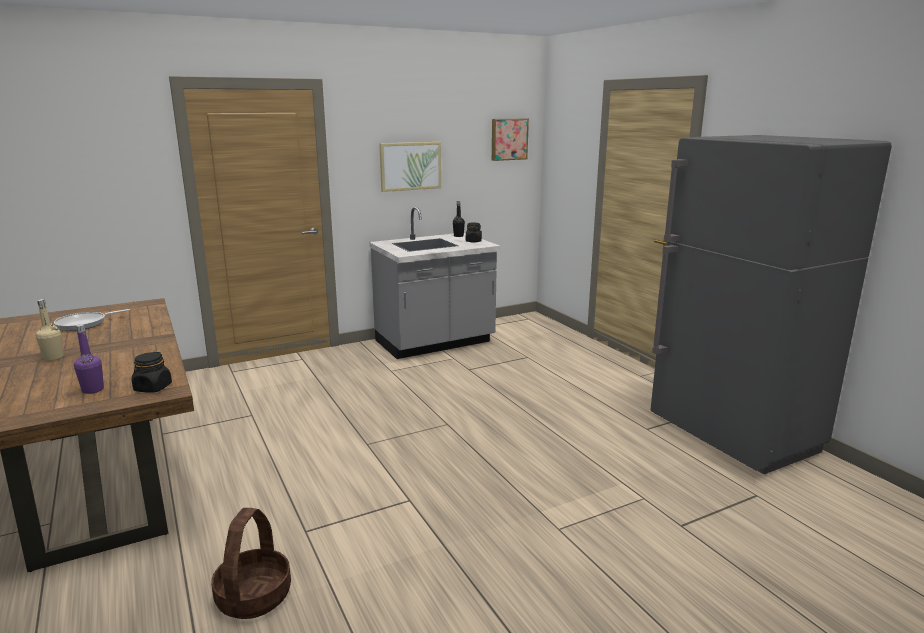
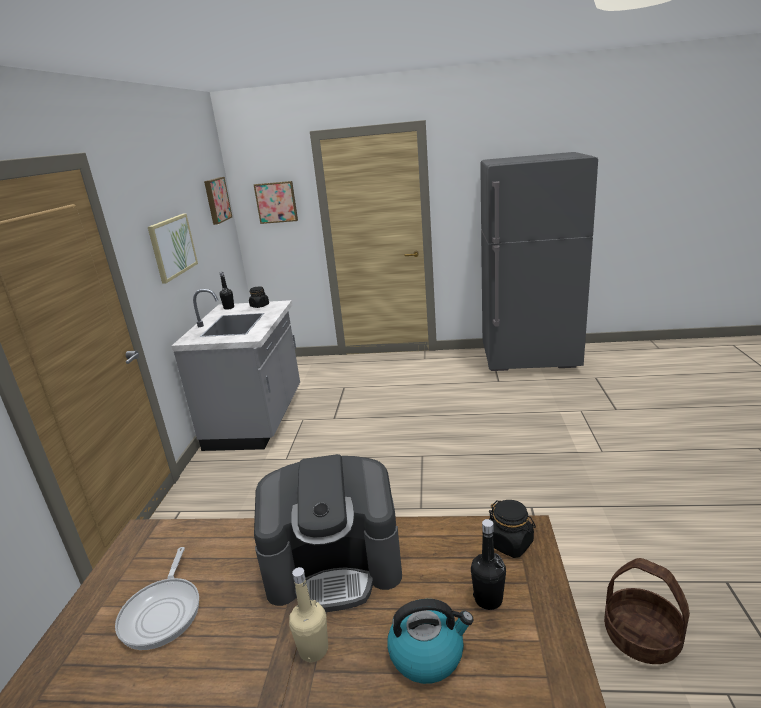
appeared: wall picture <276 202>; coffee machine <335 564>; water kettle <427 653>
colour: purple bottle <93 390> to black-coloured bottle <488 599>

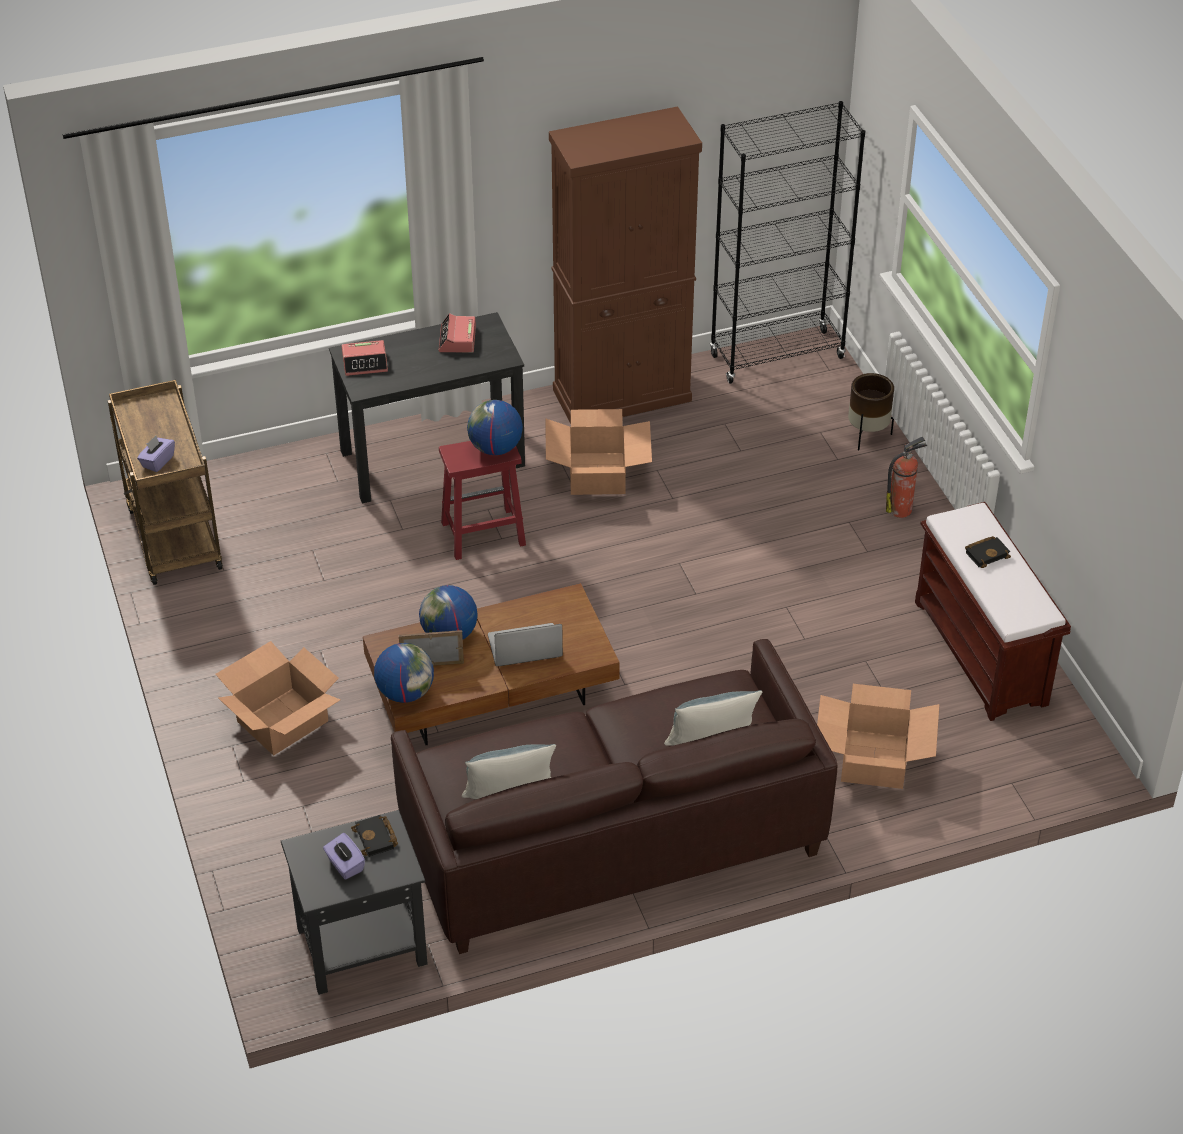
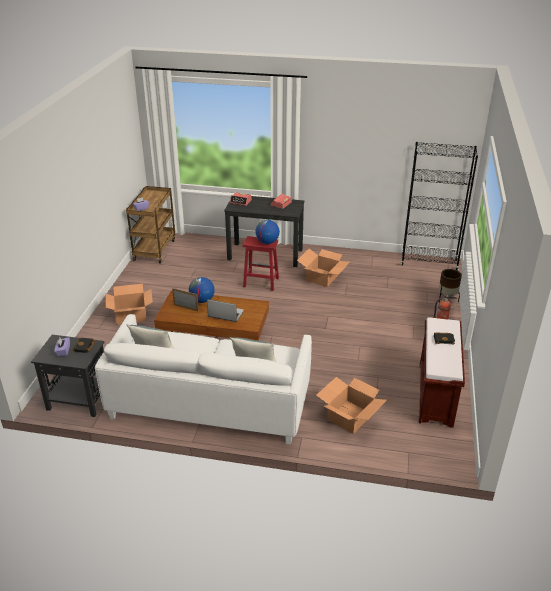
missing: world globe <405 692>; brown storage cabinet <622 395>
colour: brown sofa <610 838> to whitish sofa <209 401>

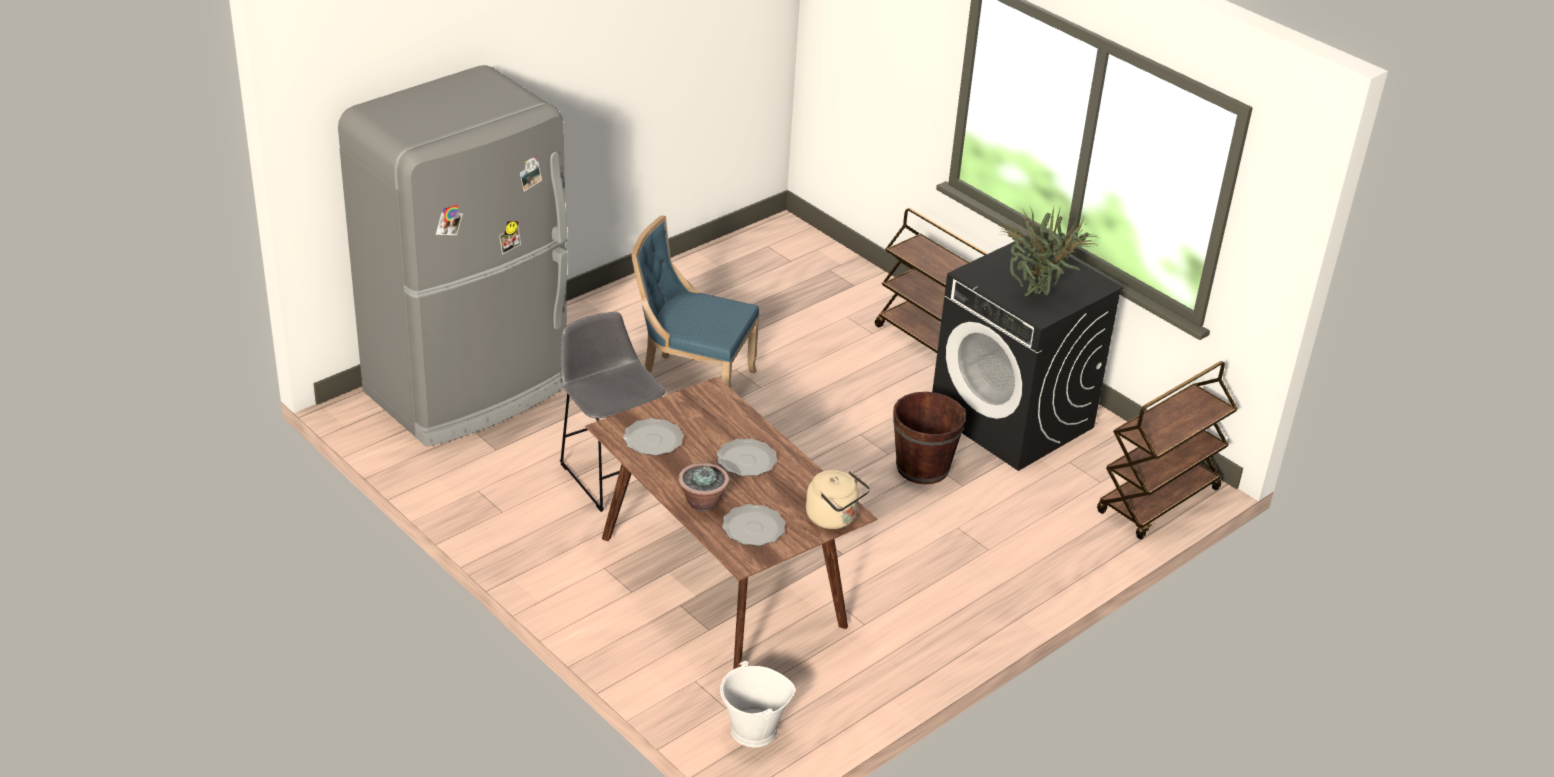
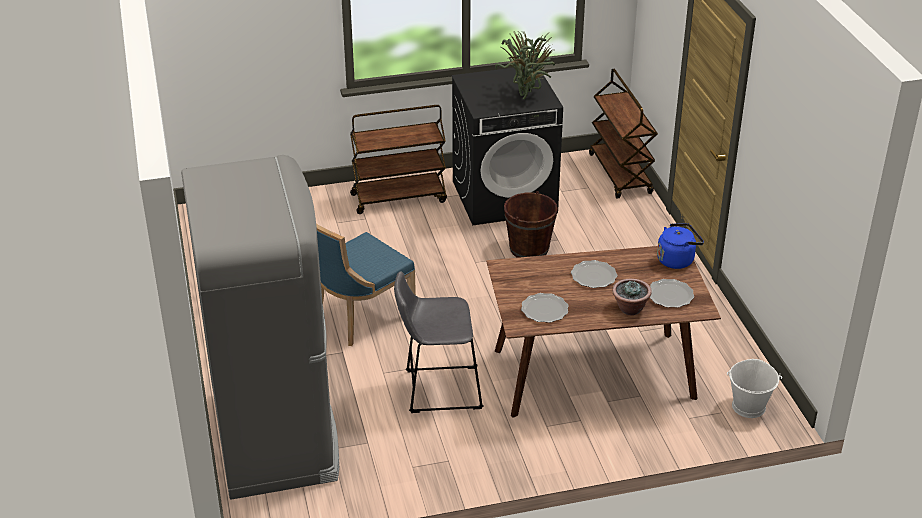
colour: beige-coloured water kettle <834 518> to bluish water kettle <677 259>

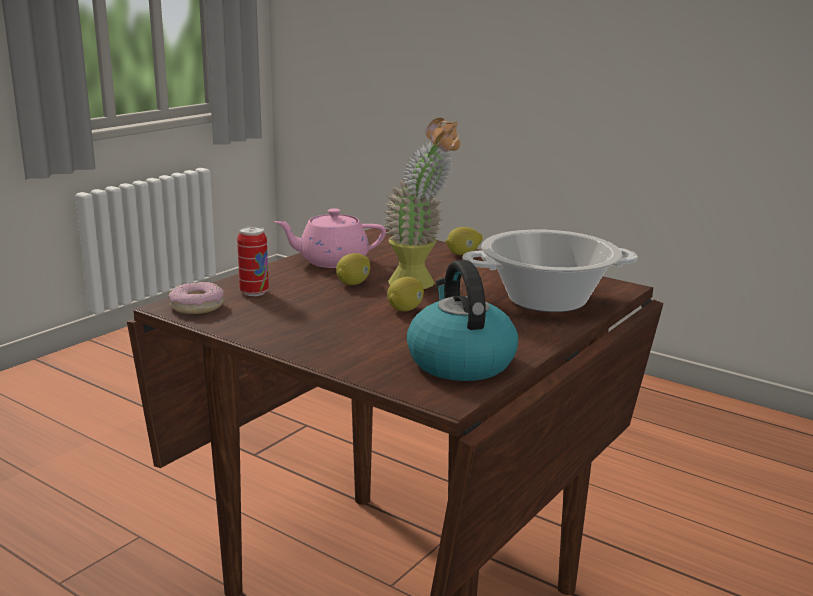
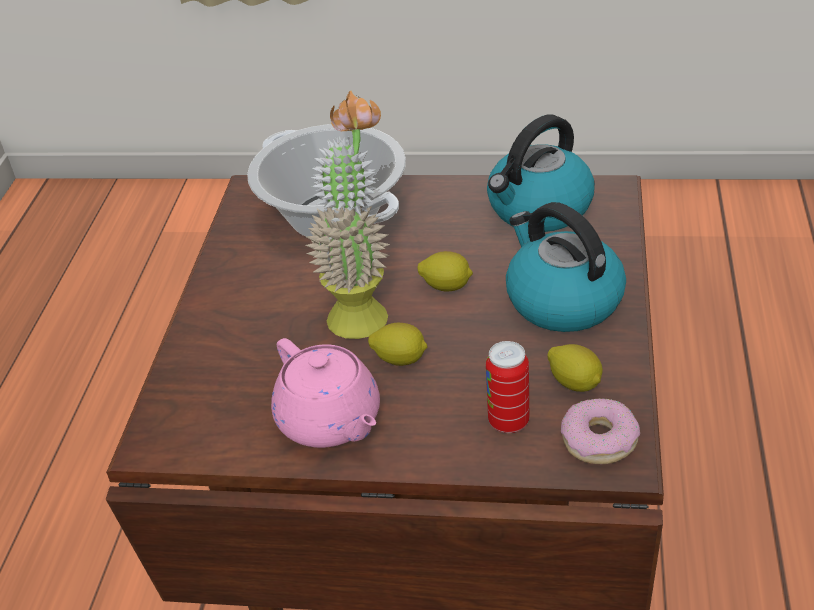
appeared: water kettle <562 300>
relocated: citrus fruit <463 254> to <575 383>

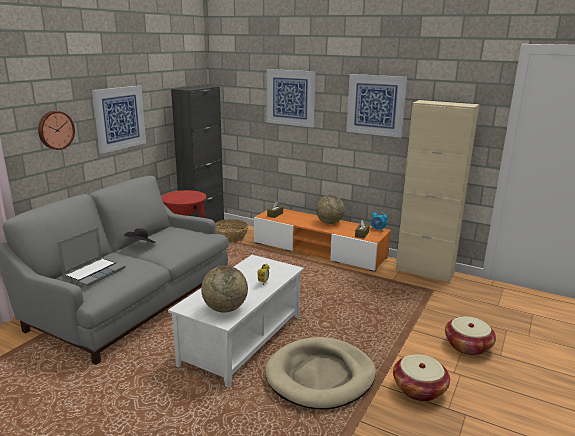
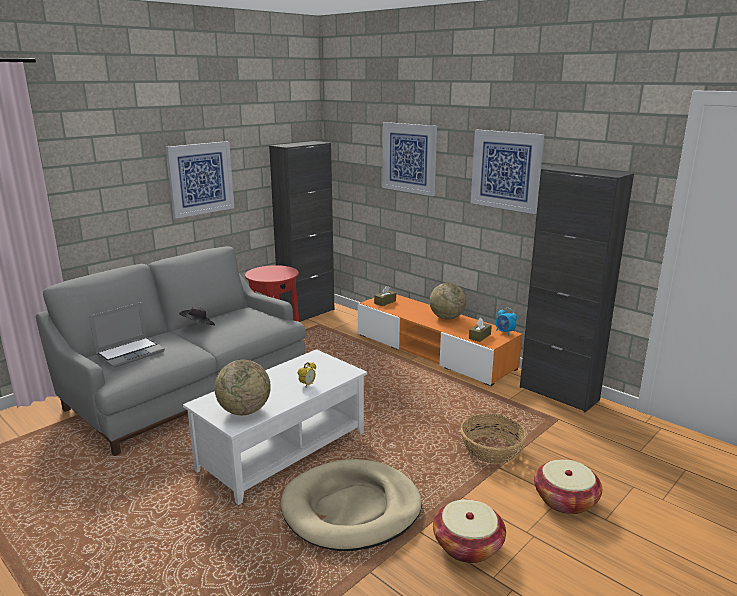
missing: clock on the wall <55 130>
relocated: basket <230 237> to <491 450>
colour: beige-coloured storage cabinet <424 272> to black-coloured storage cabinet <558 393>

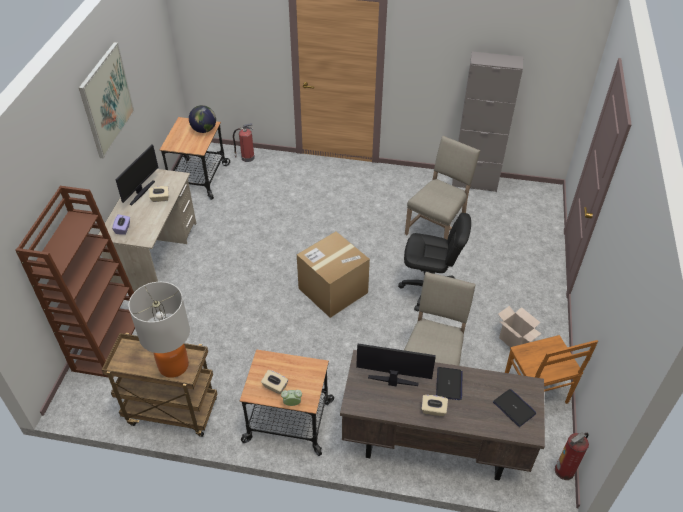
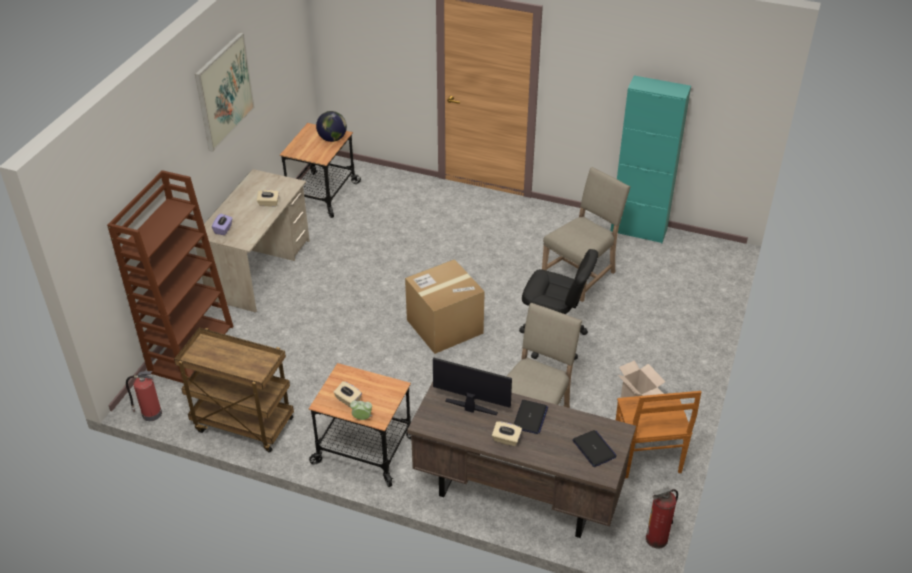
missing: monitor <141 192>; lamp for a table <173 366>
relocated: fire-fighting cylinder <247 158> to <150 414>
colour: grey storage cabinet <474 183> to blue-green storage cabinet <638 230>

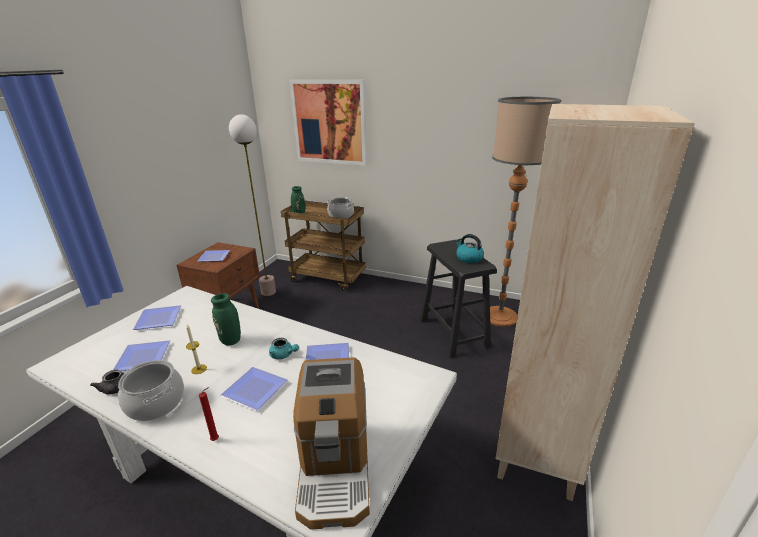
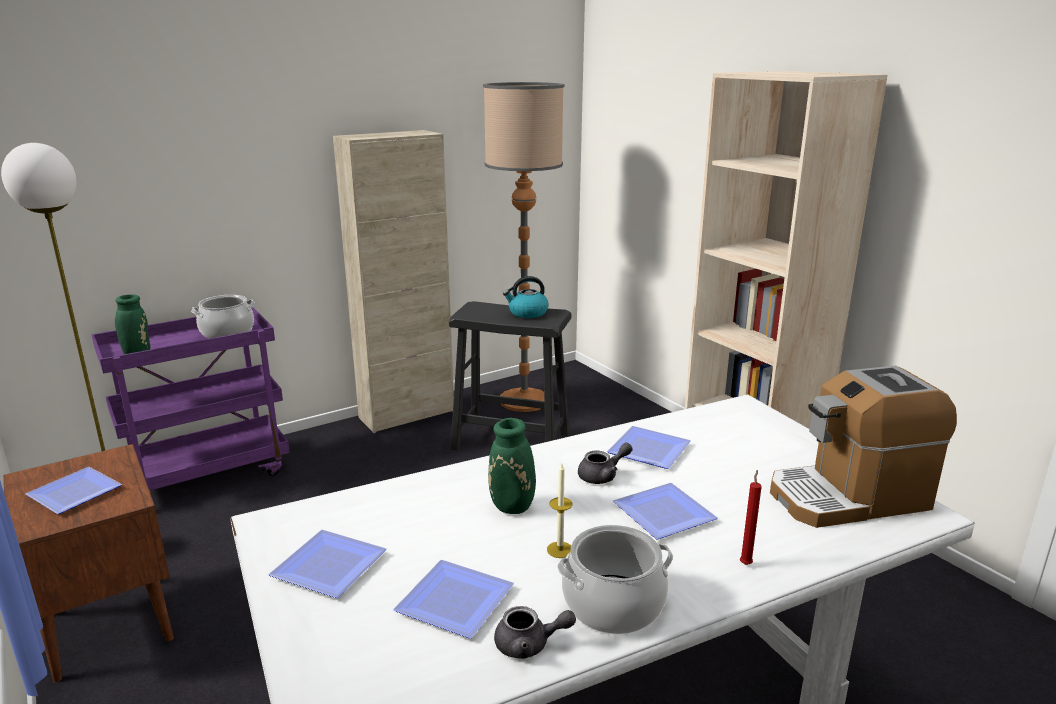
missing: wall picture <329 122>
appeared: beige-coloured storage cabinet <407 414>
colour: blue-green pot for tea <283 355> to grey pot for tea <603 476>; brown wheeled cart <329 278> to purple wheeled cart <209 474>
spun: coffee machine <335 468> = <849 497> 135 degrees clockwise

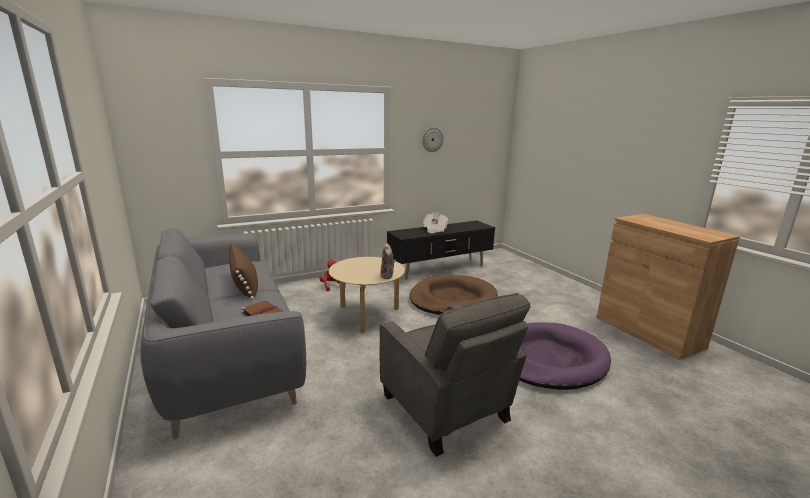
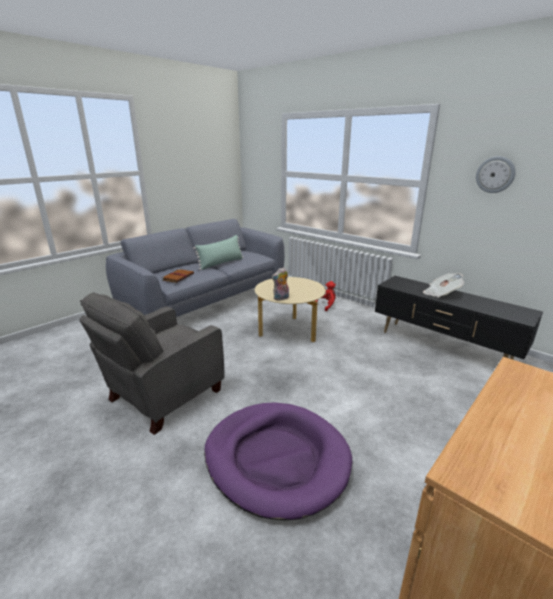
missing: brown dog cushion <452 299>
colour: brown throw pillow <244 285> to green-coloured throw pillow <221 263>

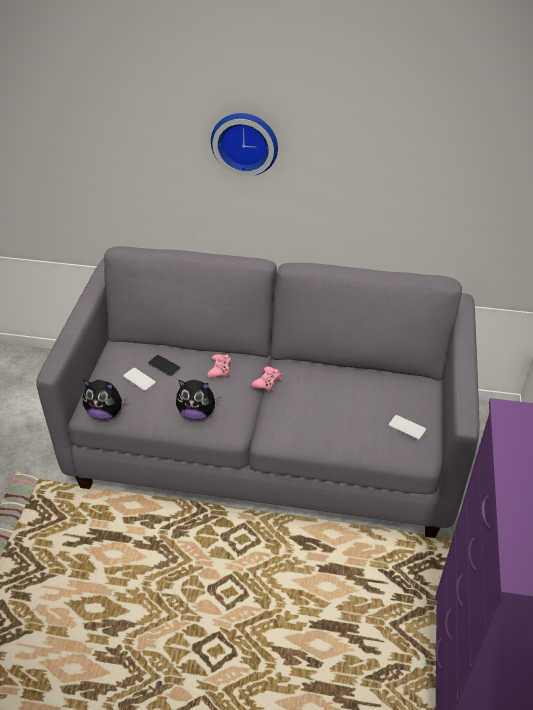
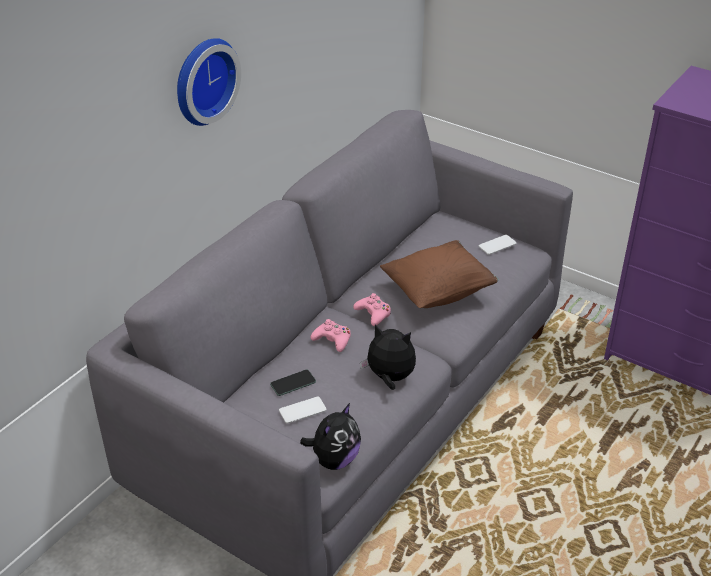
appeared: brown throw pillow <438 292>
spun: soft toy <197 413> = <389 378> 105 degrees counterclockwise

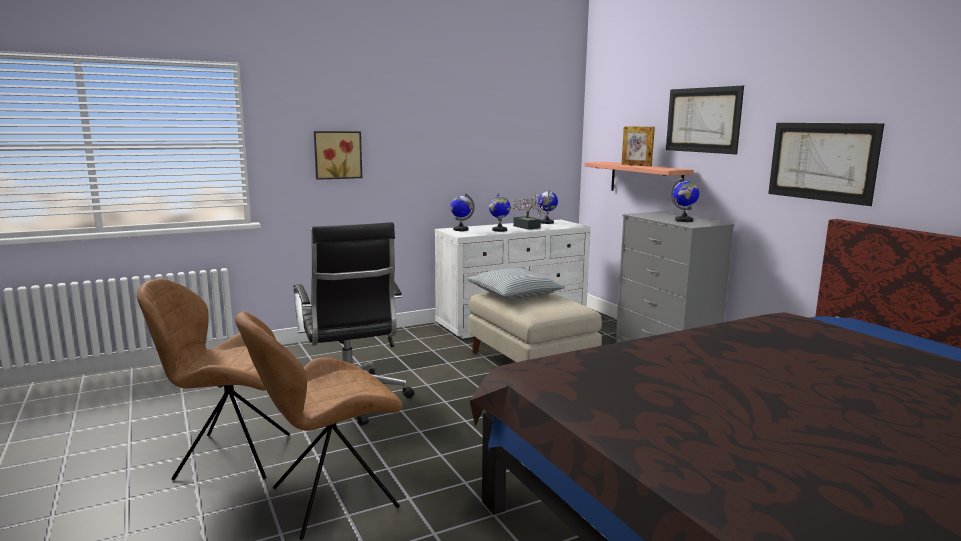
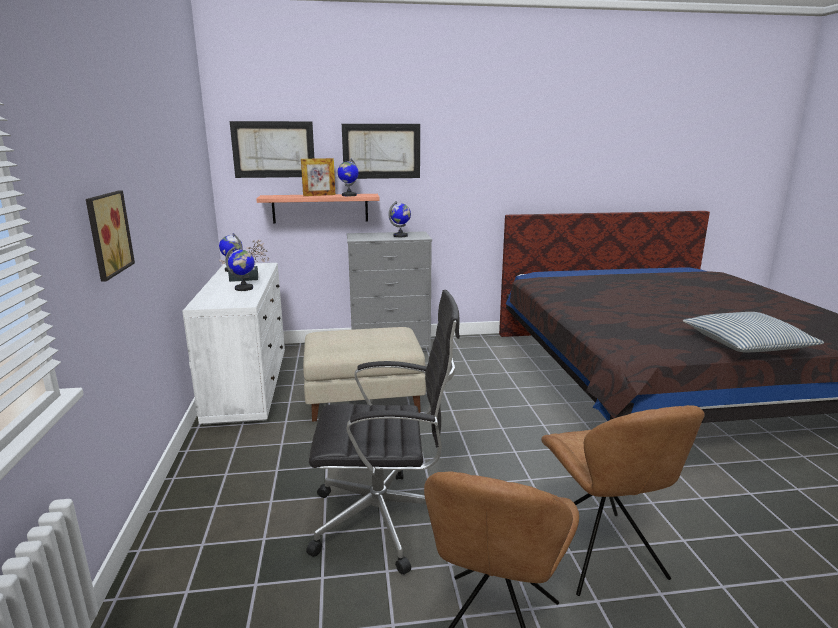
relocated: world globe <460 229> to <349 195>; throw pillow <514 294> to <746 344>; wall picture <821 161> to <273 149>

